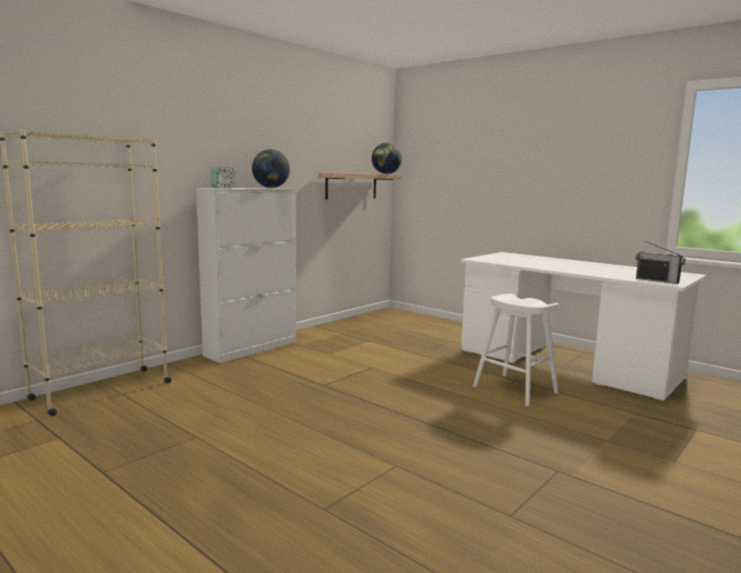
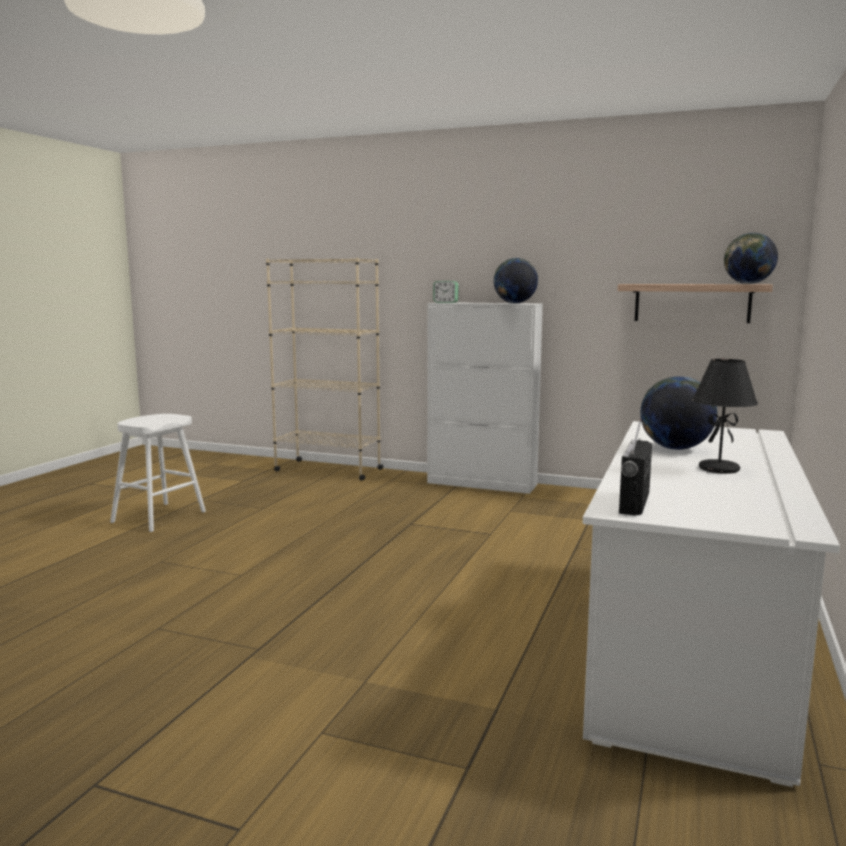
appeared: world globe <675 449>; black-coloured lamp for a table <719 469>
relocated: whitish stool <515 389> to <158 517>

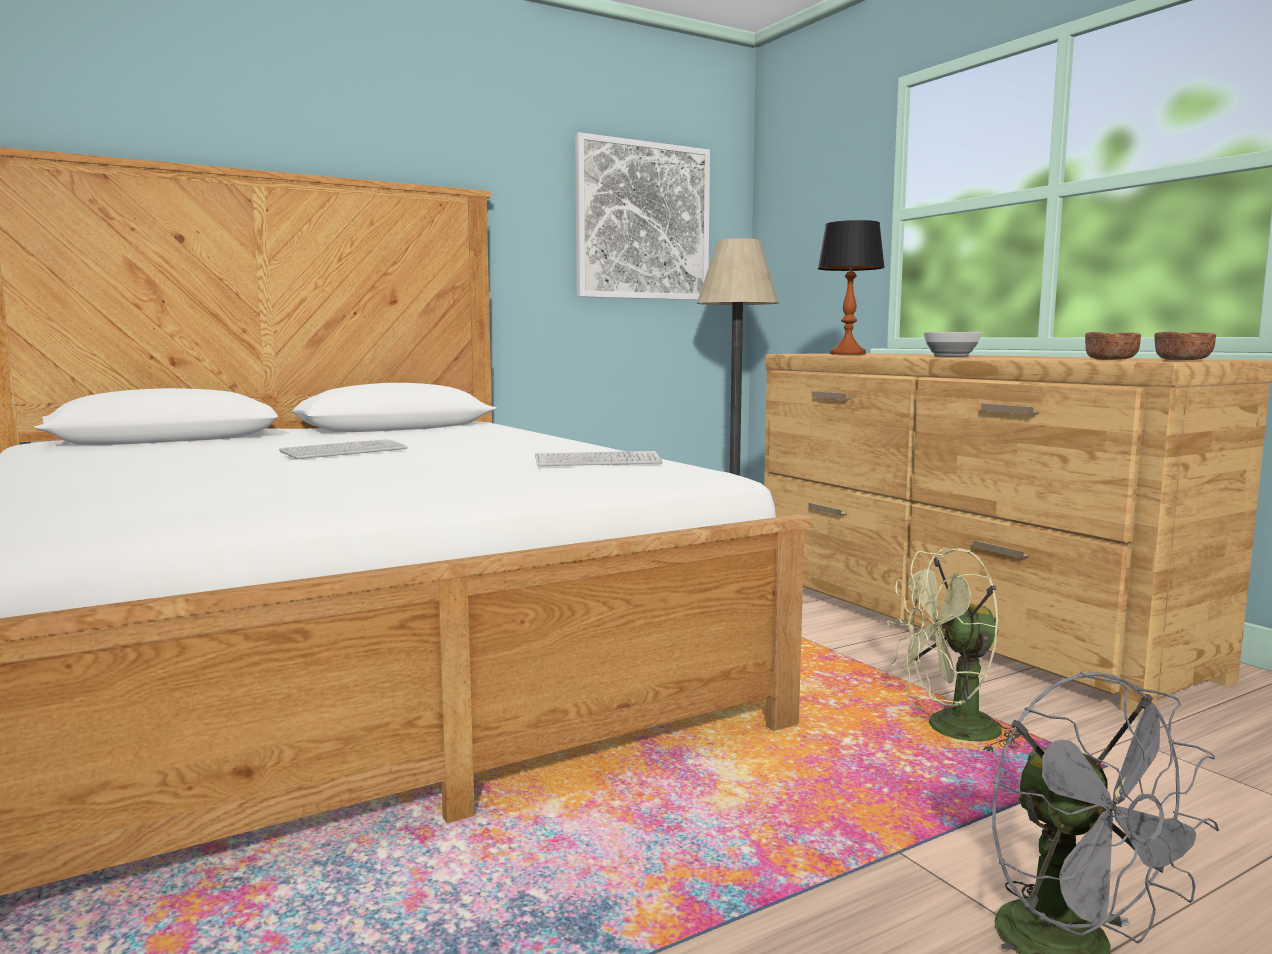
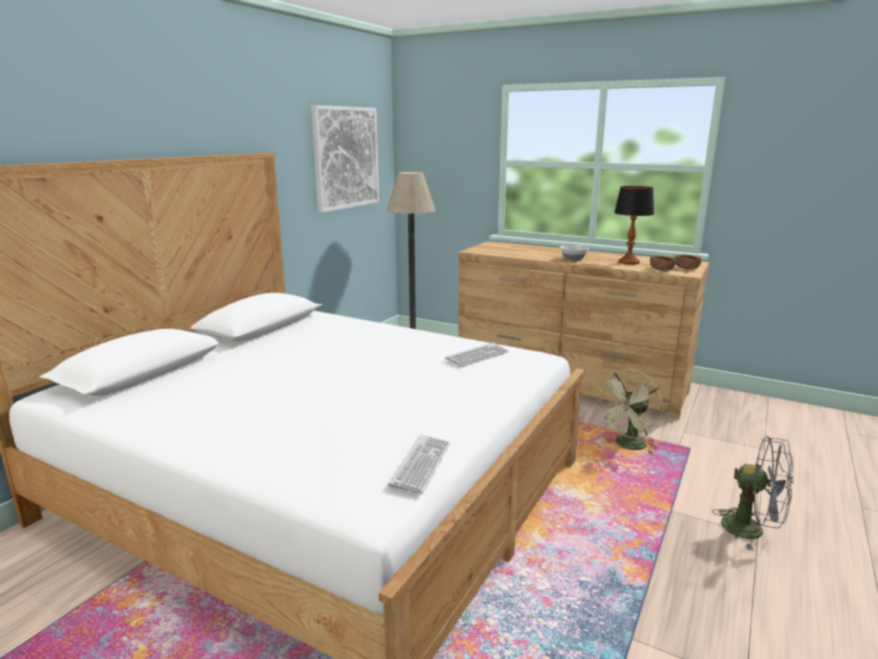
relocated: computer keyboard <345 452> to <421 464>; lamp for a table <848 354> to <629 262>

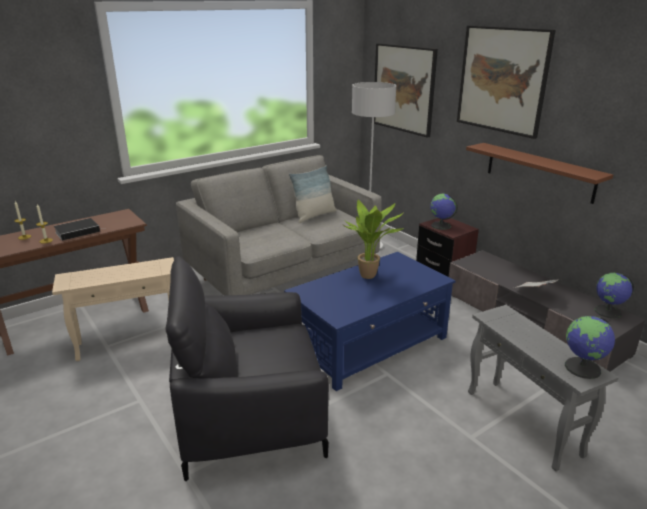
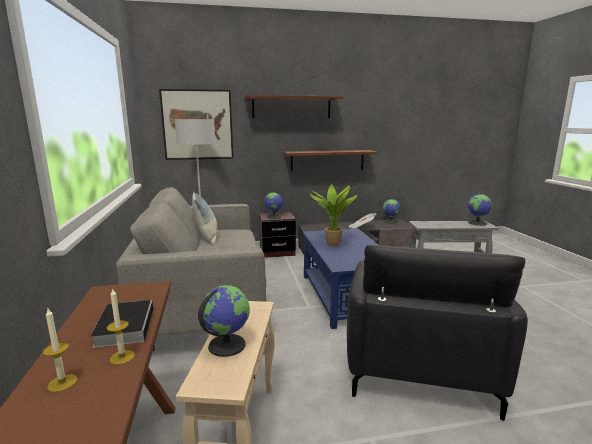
appeared: world globe <226 345>
exchanged: wall picture <502 80> to brown bracket shelf <291 107>

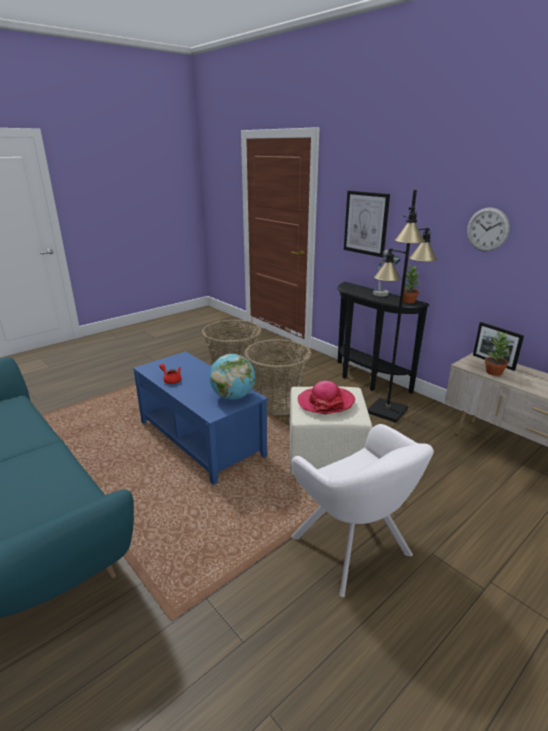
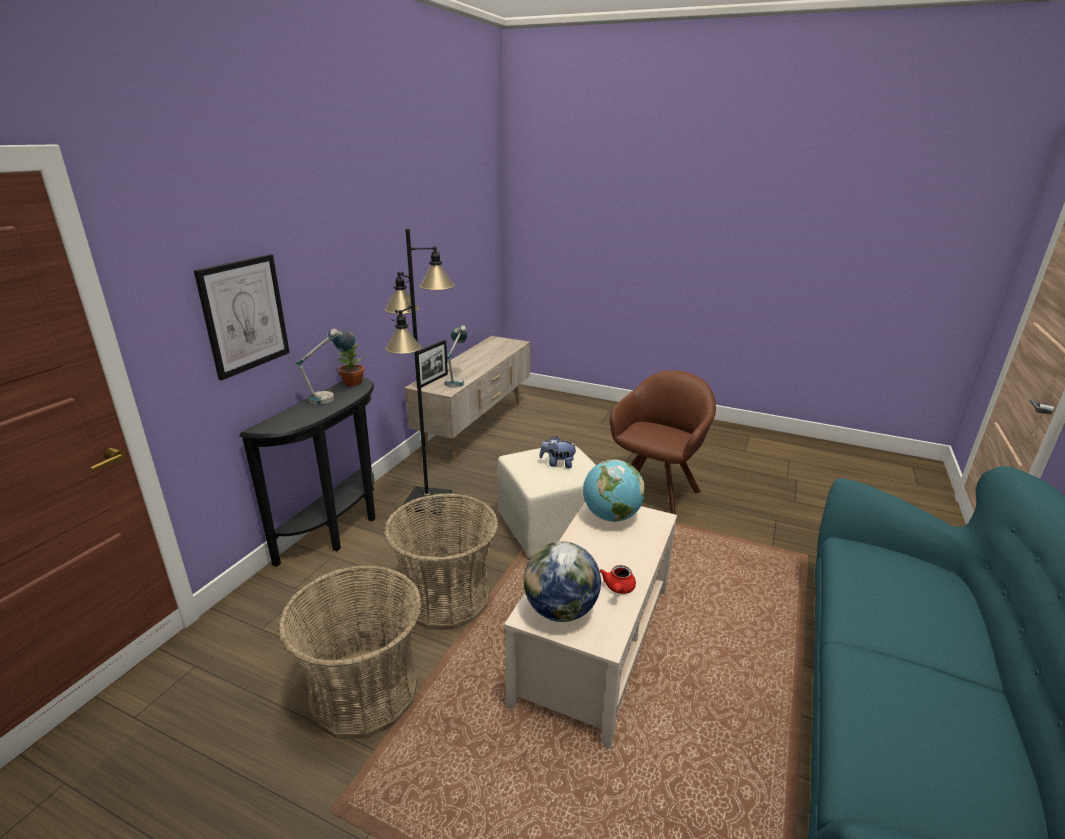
missing: clock on the wall <487 229>
appeared: world globe <560 611>
exchanged: hat <326 402> to soft toy <558 464>; houseplant <493 372> to lamp for a table <457 380>
colour: bluish low table <200 438> to beige-coloured low table <595 643>; whitish lounge chair <354 550> to brown lounge chair <656 492>

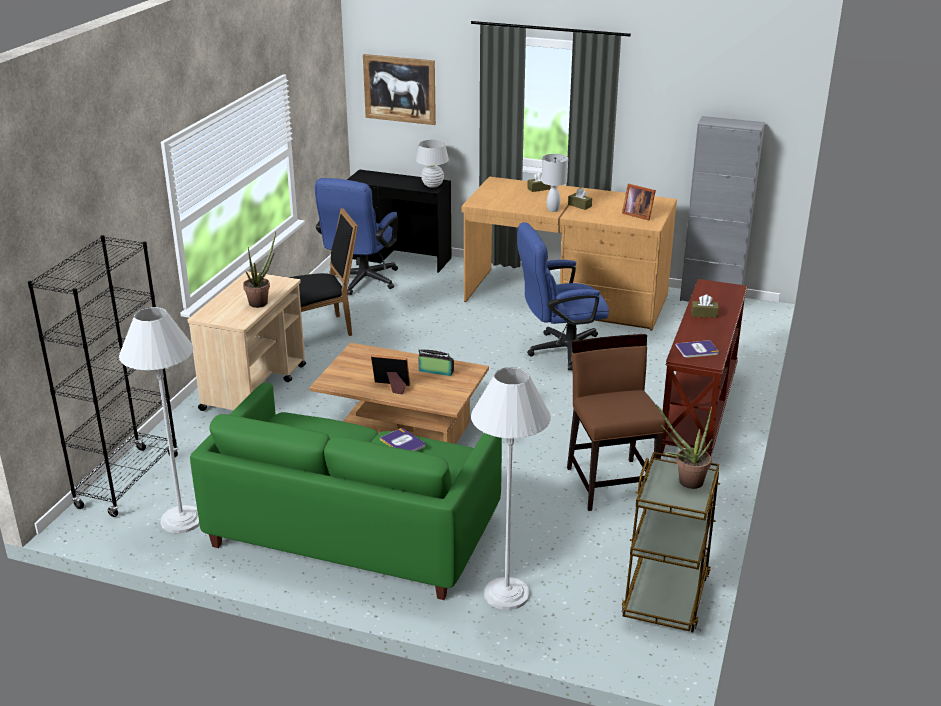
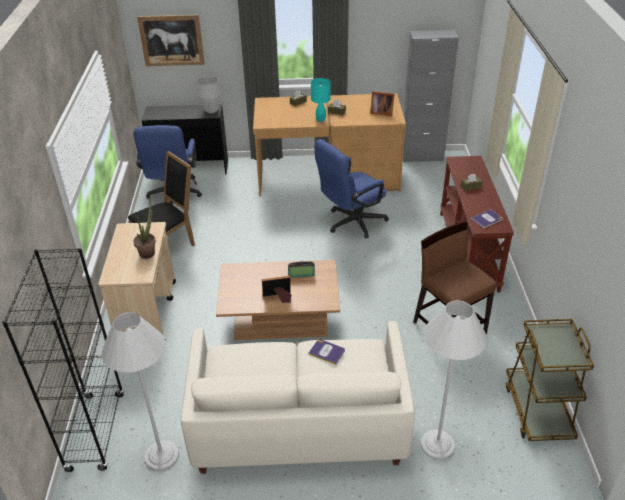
missing: houseplant <685 481>
colour: green-coloured sofa <353 530> to whitish sofa <298 423>; whitish lamp for a table <553 209> to blue-green lamp for a table <321 119>

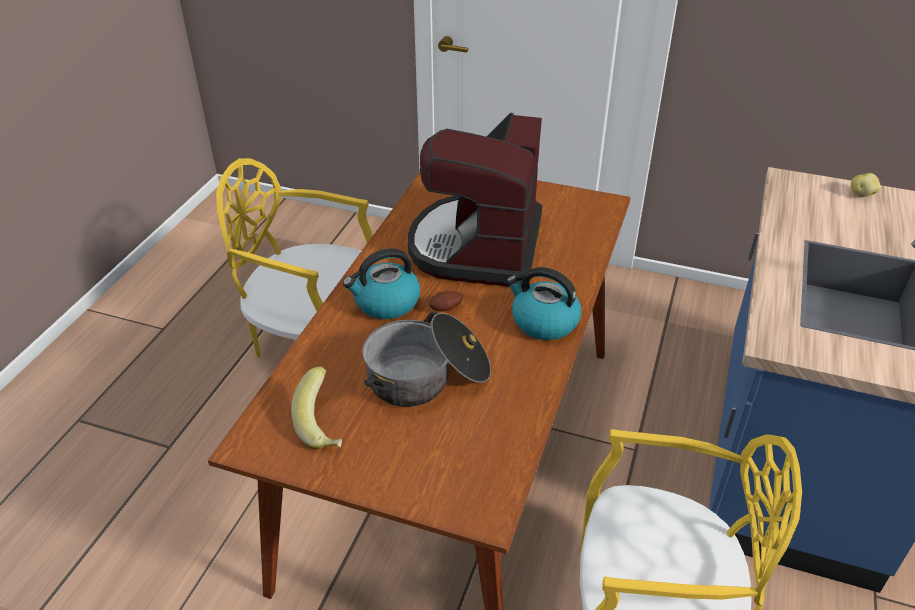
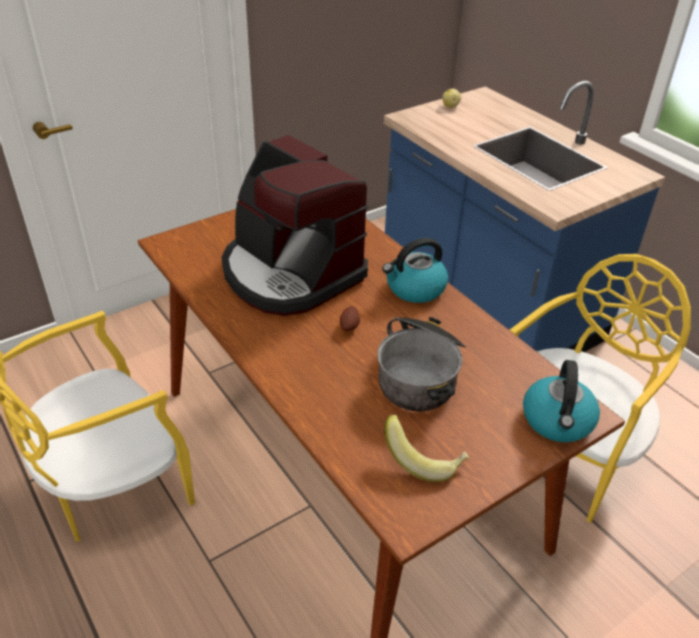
relocated: water kettle <386 303> to <557 421>

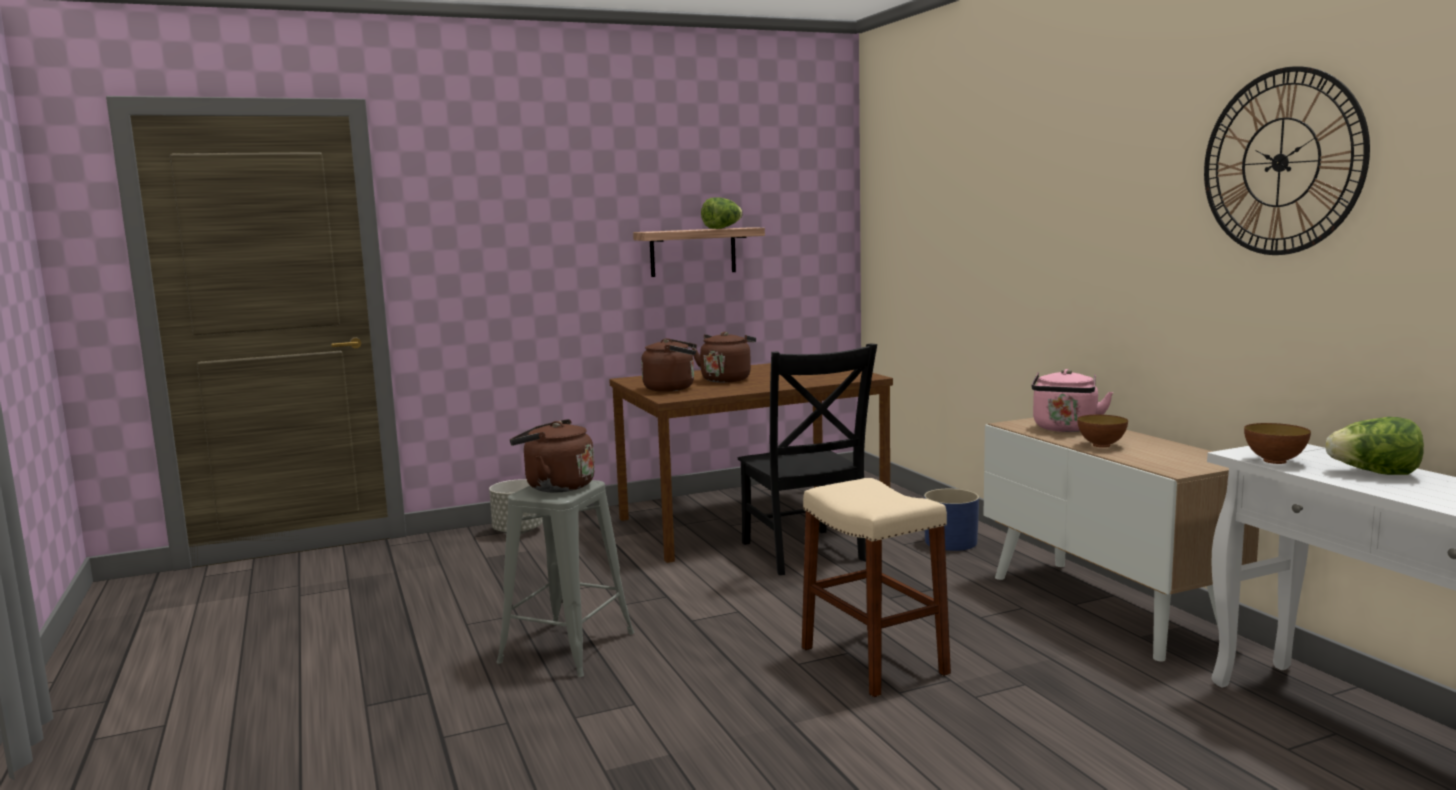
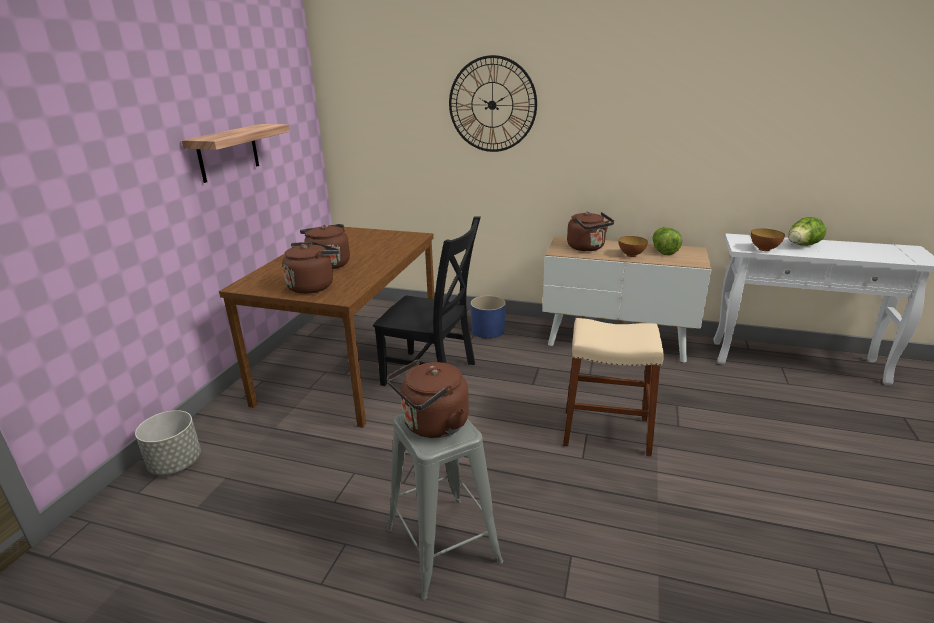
relocated: lettuce head <722 228> to <663 251>; clock on the wall <1280 162> to <492 105>
colour: pinkish water kettle <1065 429> to brown water kettle <587 248>

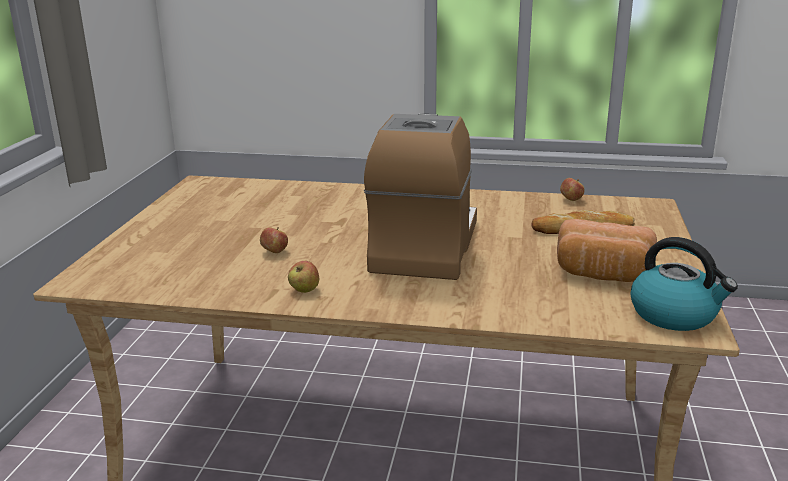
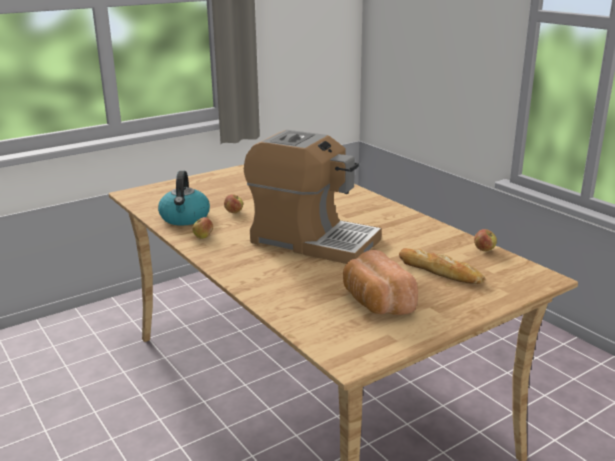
relocated: water kettle <675 314> to <185 218>
spun: coffee machine <425 247> = <312 240> 60 degrees clockwise

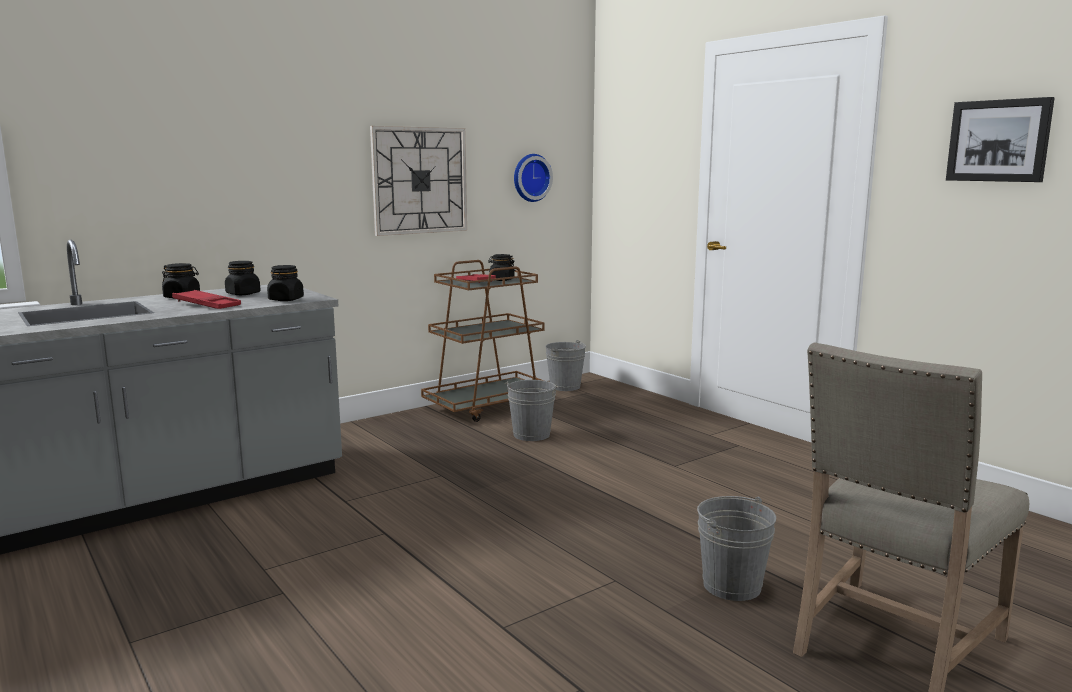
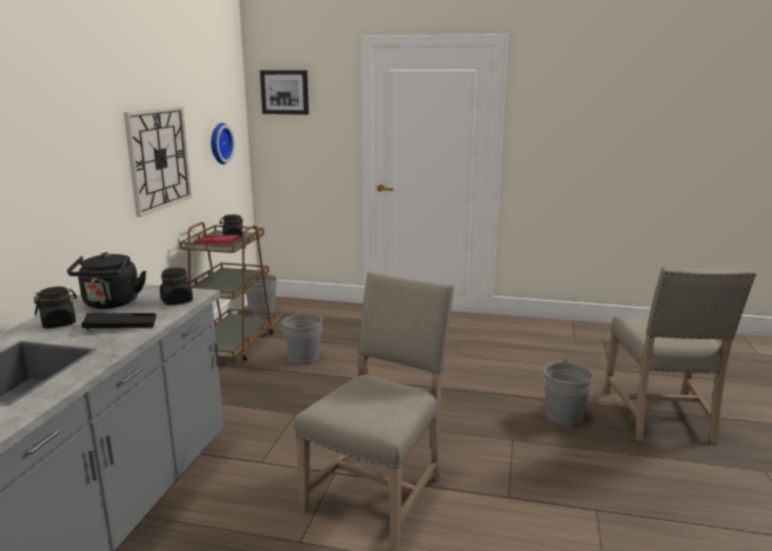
appeared: beige-coloured chair <379 492>
relocated: wall picture <998 141> to <285 92>
exchanged: black-coloured jar <243 294> to black-coloured water kettle <111 304>
colour: reddish serving tray <207 305> to black-coloured serving tray <120 326>

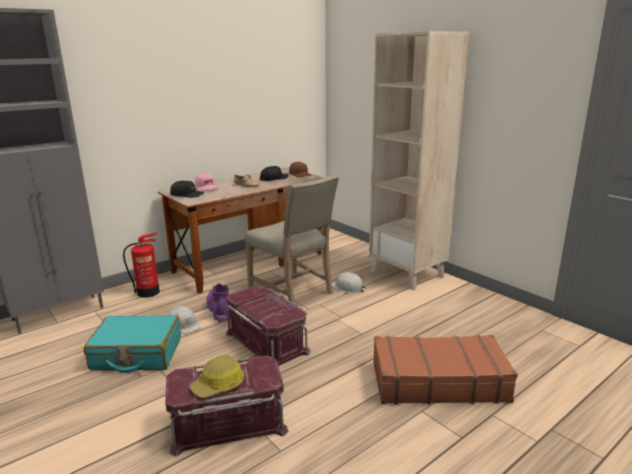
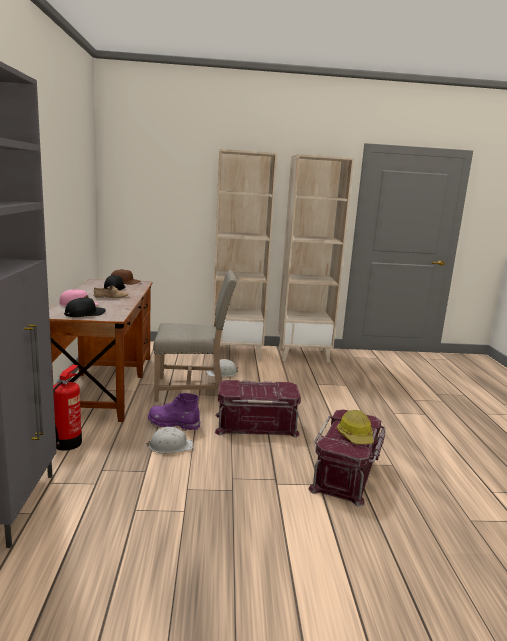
missing: blue-green travel case <137 354>; brown travel case <438 381>
appeared: beige-coloured bookshelf <303 354>

